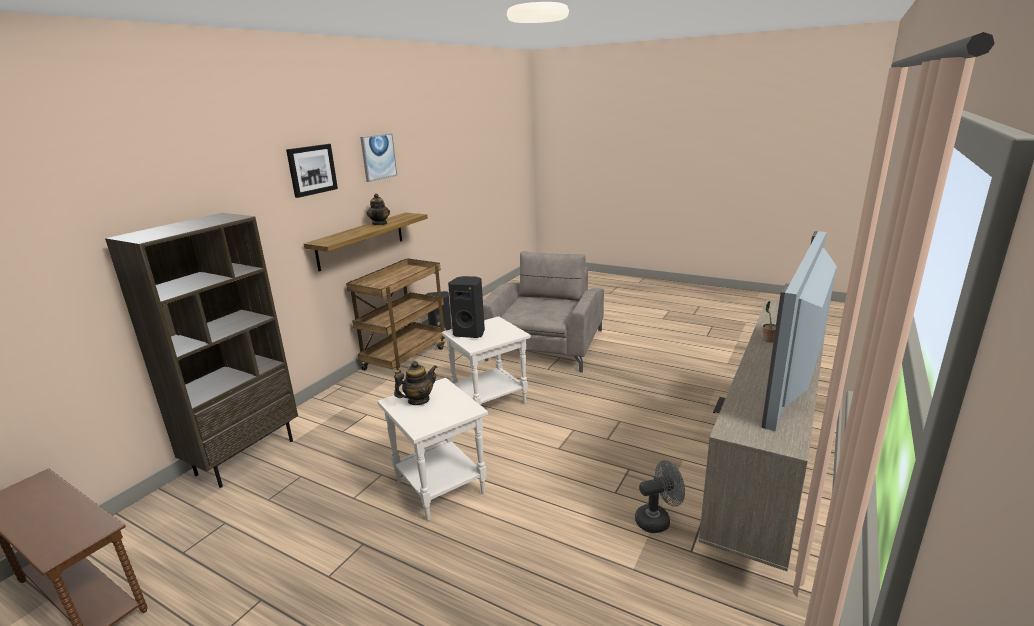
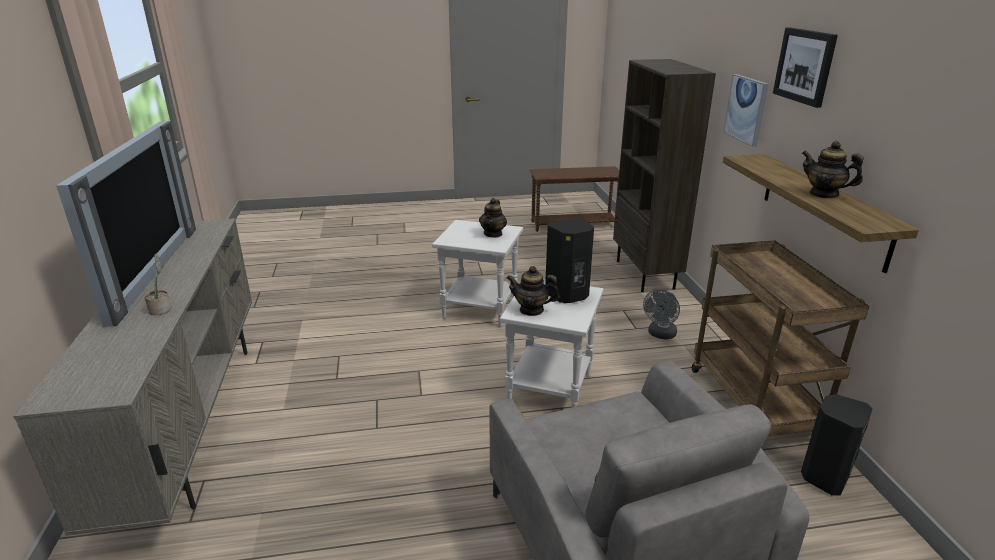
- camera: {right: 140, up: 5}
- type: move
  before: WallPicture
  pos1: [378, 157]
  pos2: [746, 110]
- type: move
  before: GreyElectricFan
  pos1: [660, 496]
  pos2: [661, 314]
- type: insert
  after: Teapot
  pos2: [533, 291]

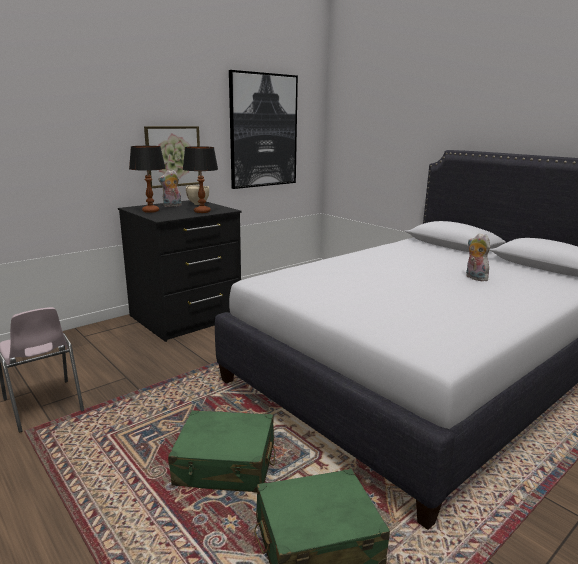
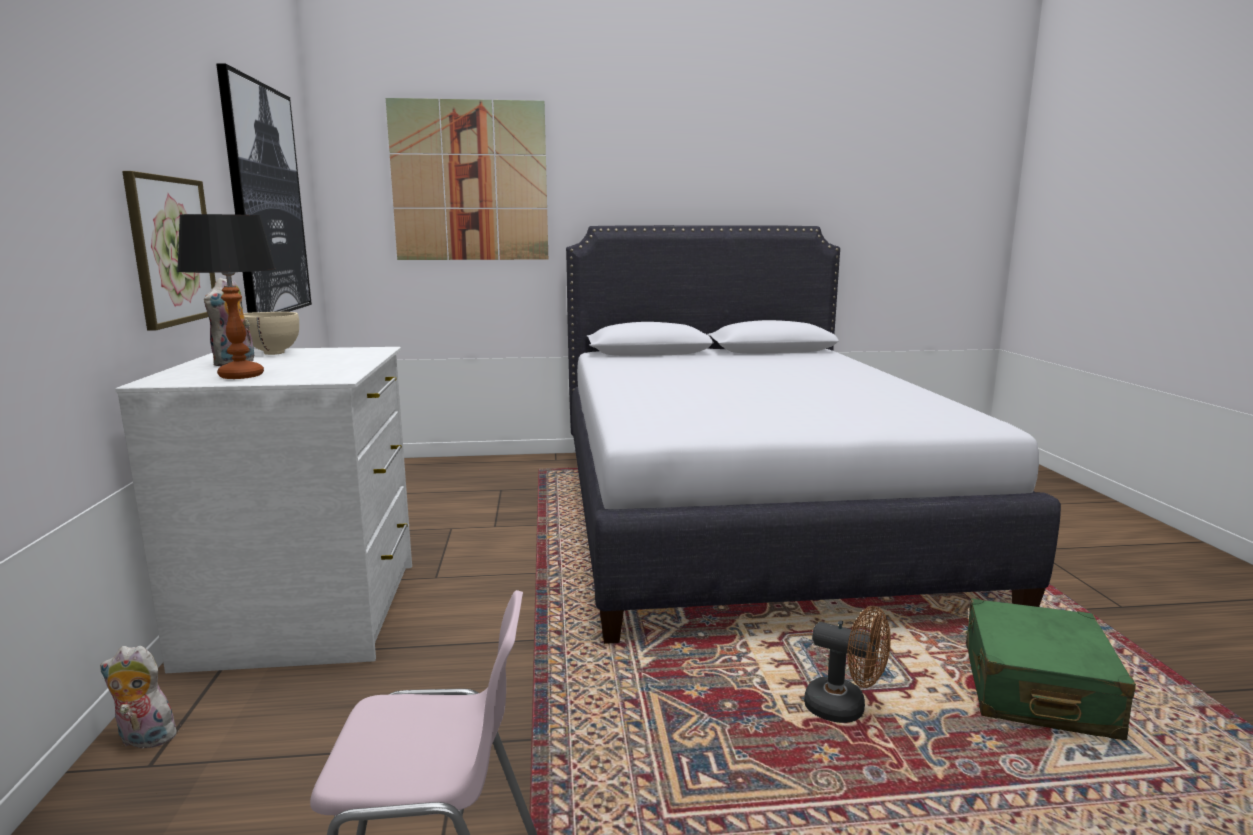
- camera: {right: -55, up: -5}
- type: delete
  before: TableLamp
  pos1: [200, 179]
- type: recolor
  before: BlackColouredChestOfDrawers
  after: WhiteChestOfDrawers
  pos1: [180, 271]
  pos2: [263, 510]
- type: move
  before: CuddlyToy
  pos1: [478, 257]
  pos2: [140, 699]
- type: replace
  before: GreenPieceOfLuggage
  after: BrownColouredElectricFan
  pos1: [221, 451]
  pos2: [847, 664]
- type: insert
  after: WallPicture
  pos2: [467, 179]

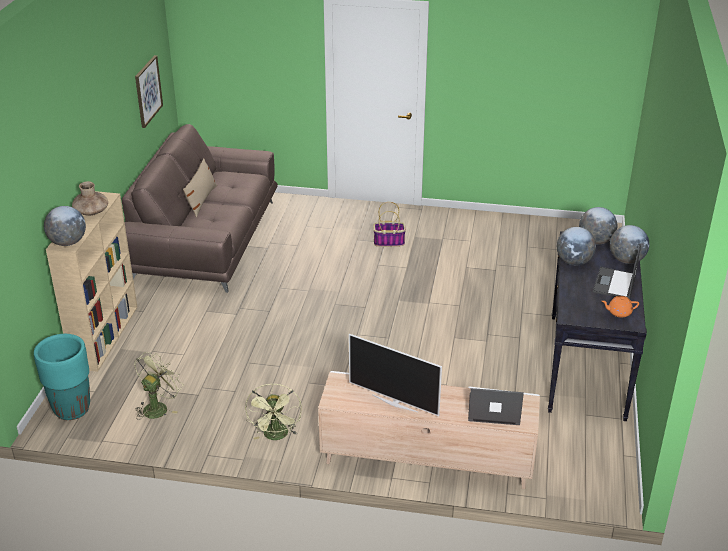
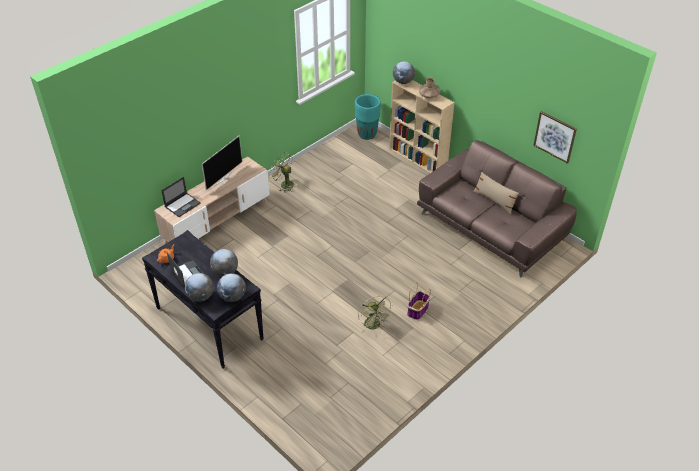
- camera: {right: 125, up: 10}
- type: rotate
  before: Tv
  pos1: [395, 375]
  pos2: [222, 163]
  turn: 150
- type: move
  before: GreenElectricFan
  pos1: [158, 386]
  pos2: [375, 314]

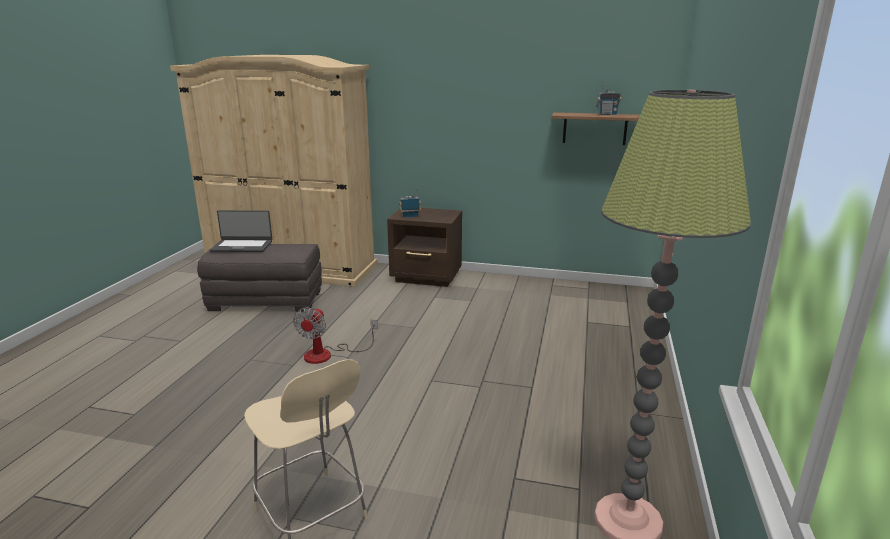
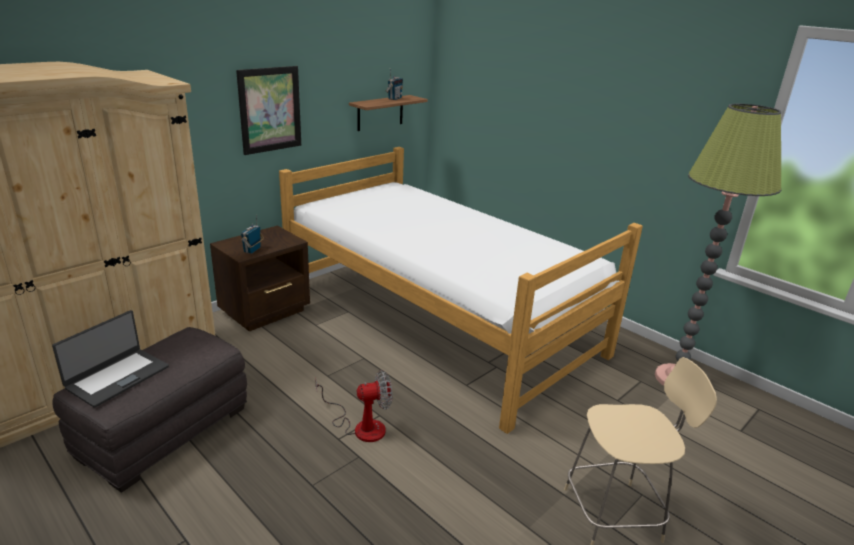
- camera: {right: -60, up: 5}
- type: rotate
  before: ElectricFan
  pos1: [335, 335]
  pos2: [354, 406]
  turn: -60
- type: insert
  after: WallPicture
  pos2: [268, 110]
- type: insert
  after: SleepingBed
  pos2: [461, 290]

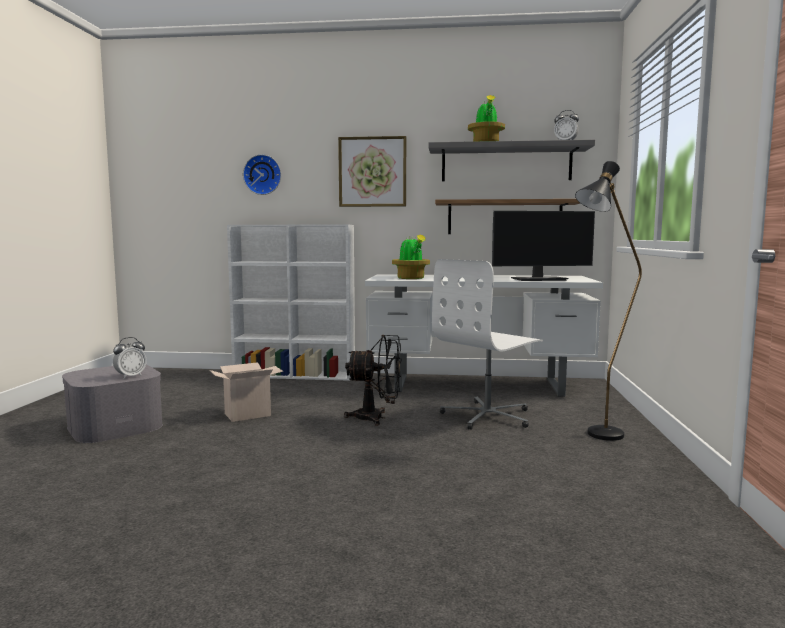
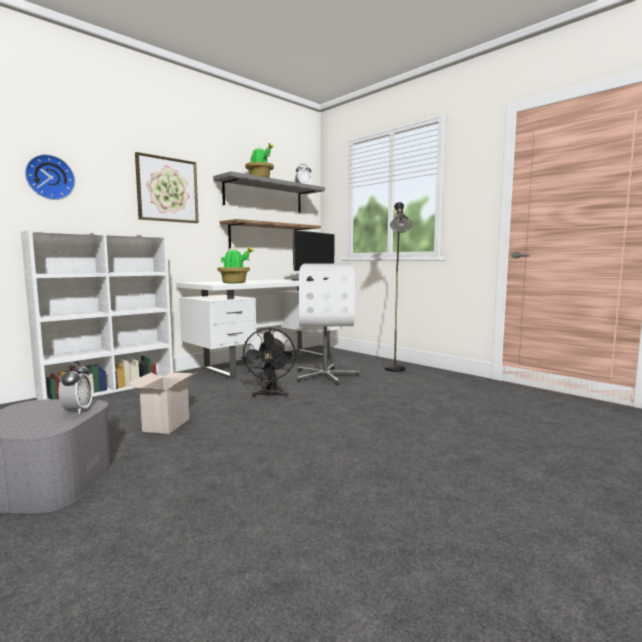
- camera: {right: -50, up: 0}
- type: rotate
  before: BlackColouredElectricFan
  pos1: [372, 380]
  pos2: [268, 363]
  turn: 135

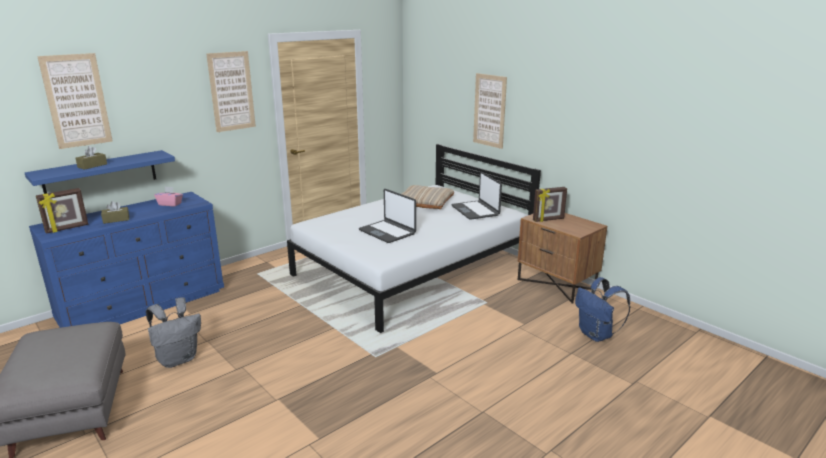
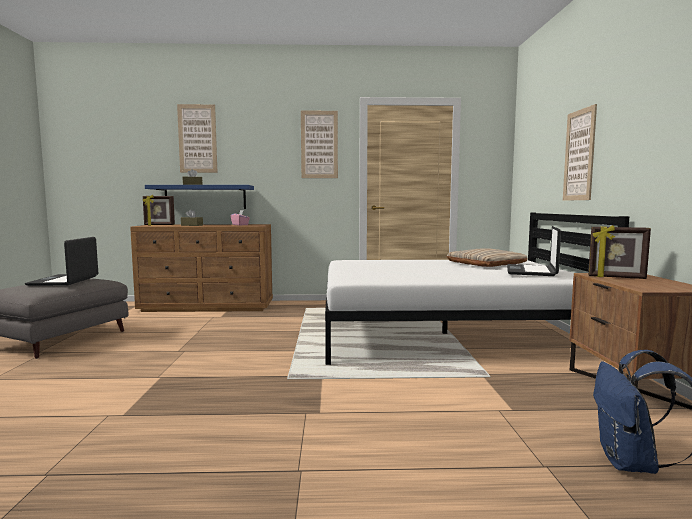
- camera: {right: 40, up: -15}
- type: move
  before: NotebookComputer
  pos1: [387, 216]
  pos2: [61, 261]
- type: recolor
  before: BlueColouredChestOfDrawers
  after: BrownColouredChestOfDrawers
  pos1: [126, 260]
  pos2: [201, 268]
- type: delete
  before: GreyKnapsack
  pos1: [173, 332]

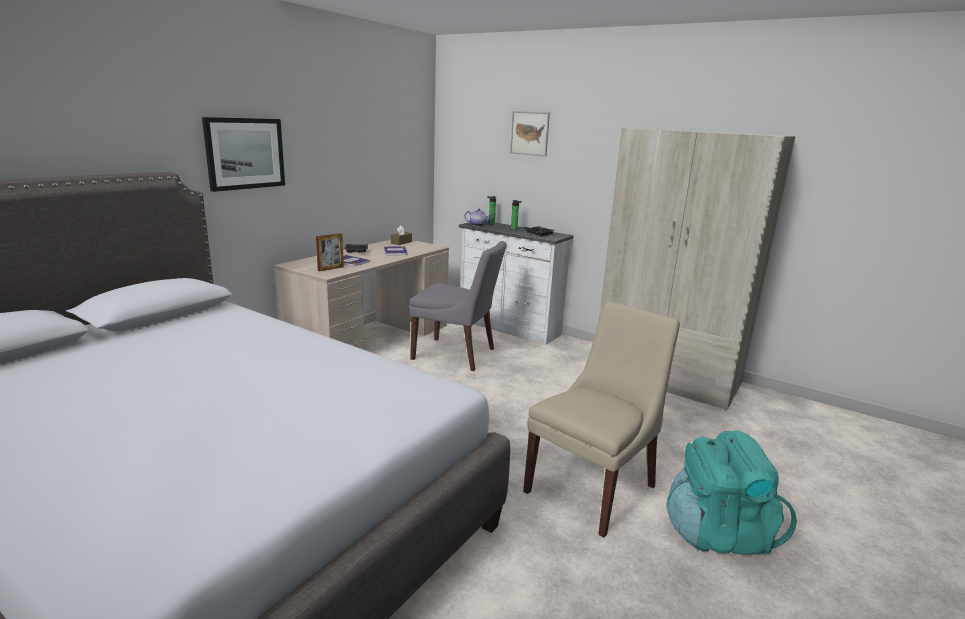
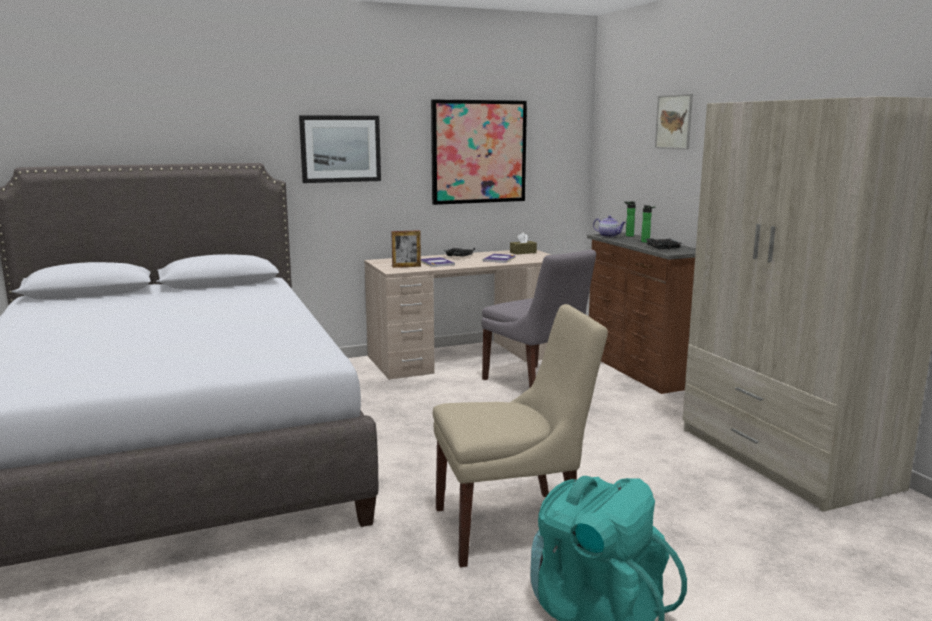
- camera: {right: 35, up: -5}
- type: recolor
  before: WhiteChestOfDrawers
  after: BrownColouredChestOfDrawers
  pos1: [516, 283]
  pos2: [641, 313]
- type: insert
  after: WallPicture
  pos2: [479, 152]

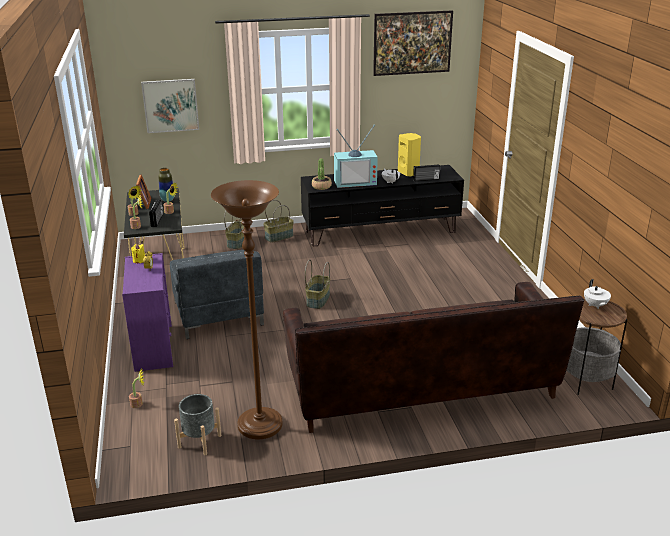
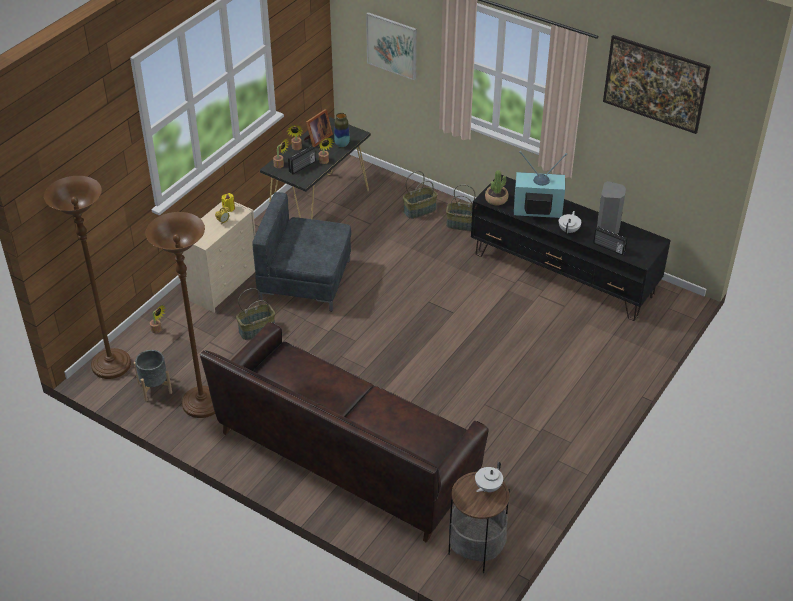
- camera: {right: 45, up: 15}
- type: rotate
  before: Tv
  pos1: [356, 156]
  pos2: [540, 184]
  turn: 150
- type: recolor
  before: YellowishLoudspeaker
  after: GreyLoudspeaker
  pos1: [409, 155]
  pos2: [611, 207]
- type: rotate
  before: GreyLoungeChair
  pos1: [217, 294]
  pos2: [301, 251]
  turn: 75
- type: recolor
  before: PurpleColouredChestOfDrawers
  after: BeigeColouredChestOfDrawers
  pos1: [147, 312]
  pos2: [219, 257]
- type: move
  before: Basket
  pos1: [317, 284]
  pos2: [255, 314]
- type: insert
  after: BrownColouredStandardLamp
  pos2: [87, 277]

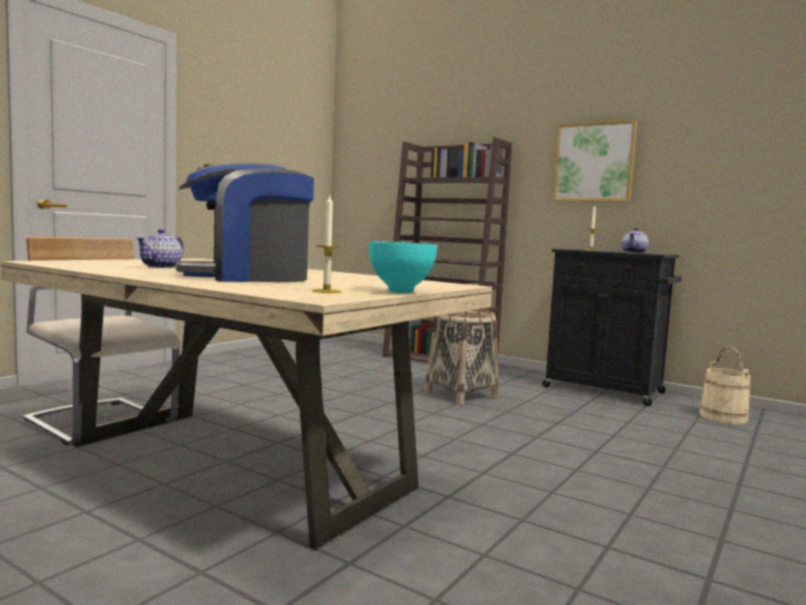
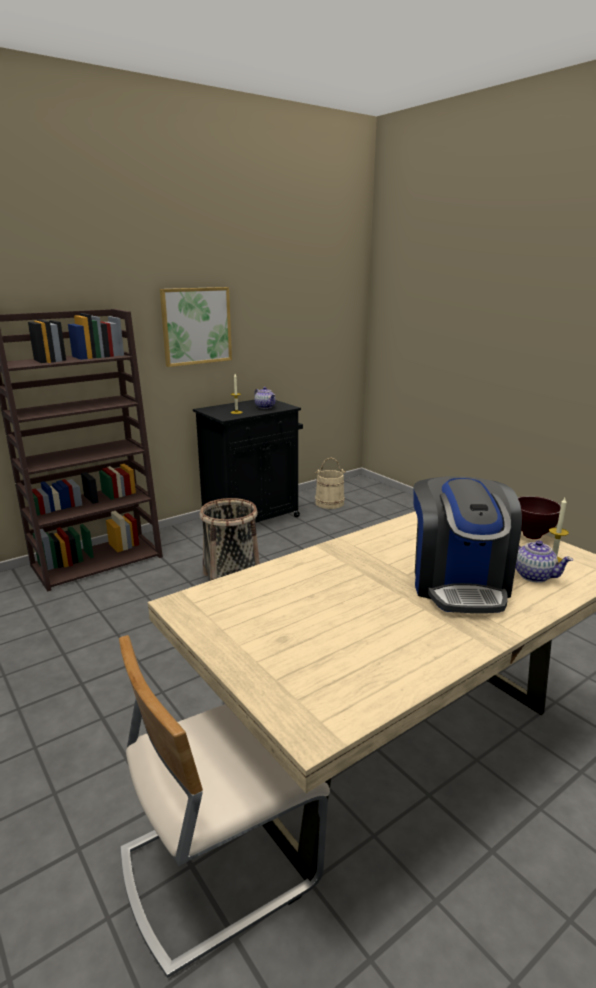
- camera: {right: -70, up: 15}
- type: move
  before: Teapot
  pos1: [160, 248]
  pos2: [544, 561]
- type: recolor
  before: TurquoiseColouredDeepDish
  after: BrownColouredDeepDish
  pos1: [403, 267]
  pos2: [539, 517]

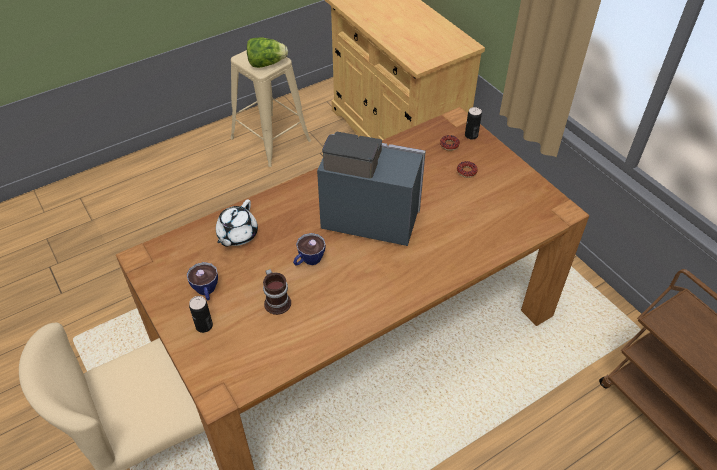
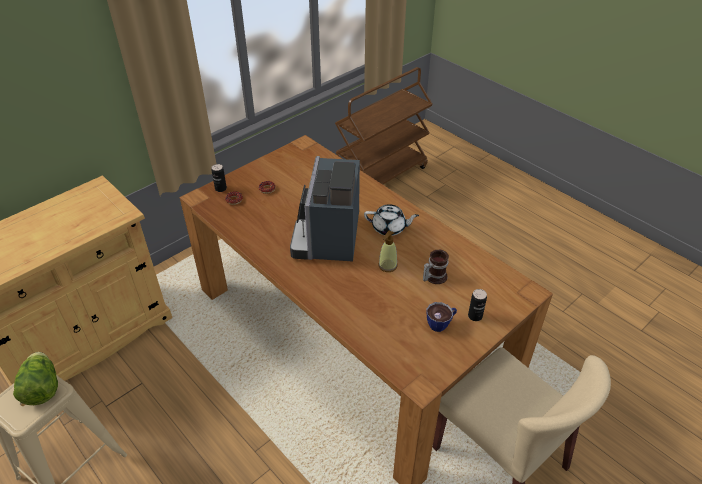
- camera: {right: -100, up: -5}
- type: move
  before: WhiteTeapot
  pos1: [237, 223]
  pos2: [391, 220]
- type: replace
  before: SmallCup
  after: LiquidSoapBottle
  pos1: [309, 249]
  pos2: [388, 251]

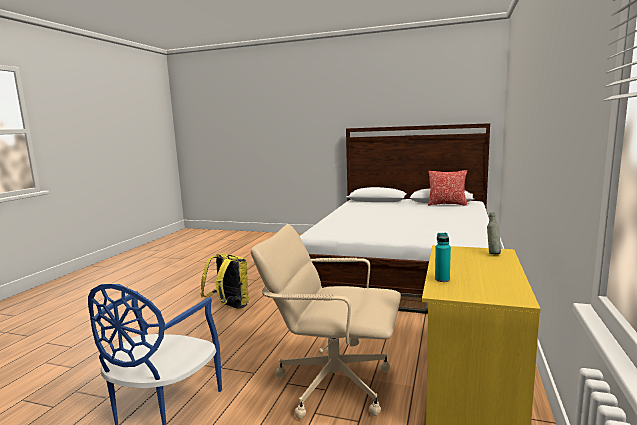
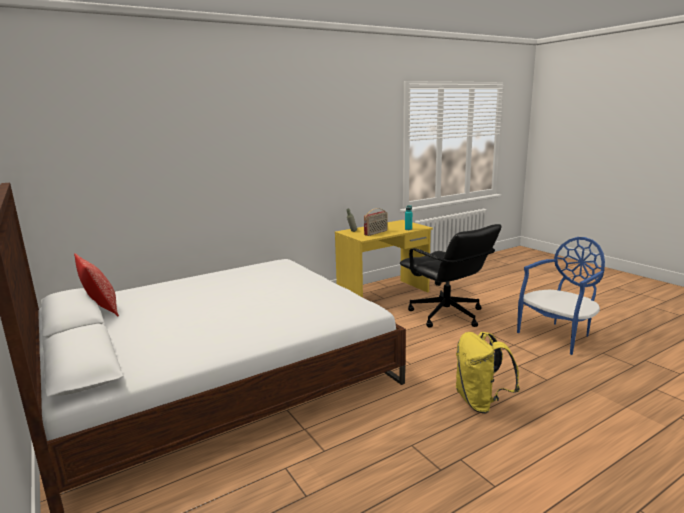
- camera: {right: -140, up: 5}
- type: recolor
  before: BeigeColouredDeskChair
  after: BlackColouredDeskChair
  pos1: [326, 321]
  pos2: [450, 275]
- type: insert
  after: RadioReceiver
  pos2: [375, 222]

